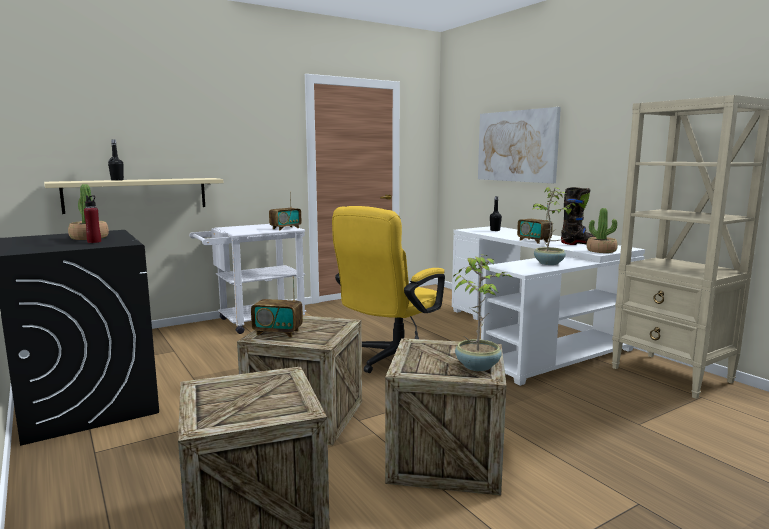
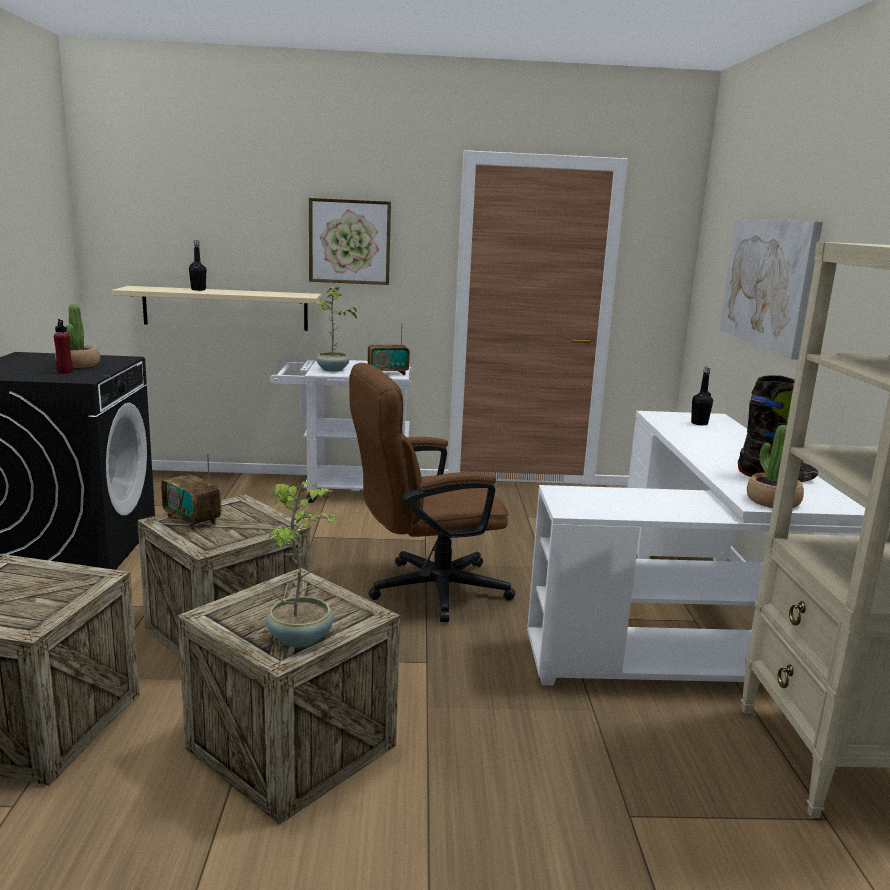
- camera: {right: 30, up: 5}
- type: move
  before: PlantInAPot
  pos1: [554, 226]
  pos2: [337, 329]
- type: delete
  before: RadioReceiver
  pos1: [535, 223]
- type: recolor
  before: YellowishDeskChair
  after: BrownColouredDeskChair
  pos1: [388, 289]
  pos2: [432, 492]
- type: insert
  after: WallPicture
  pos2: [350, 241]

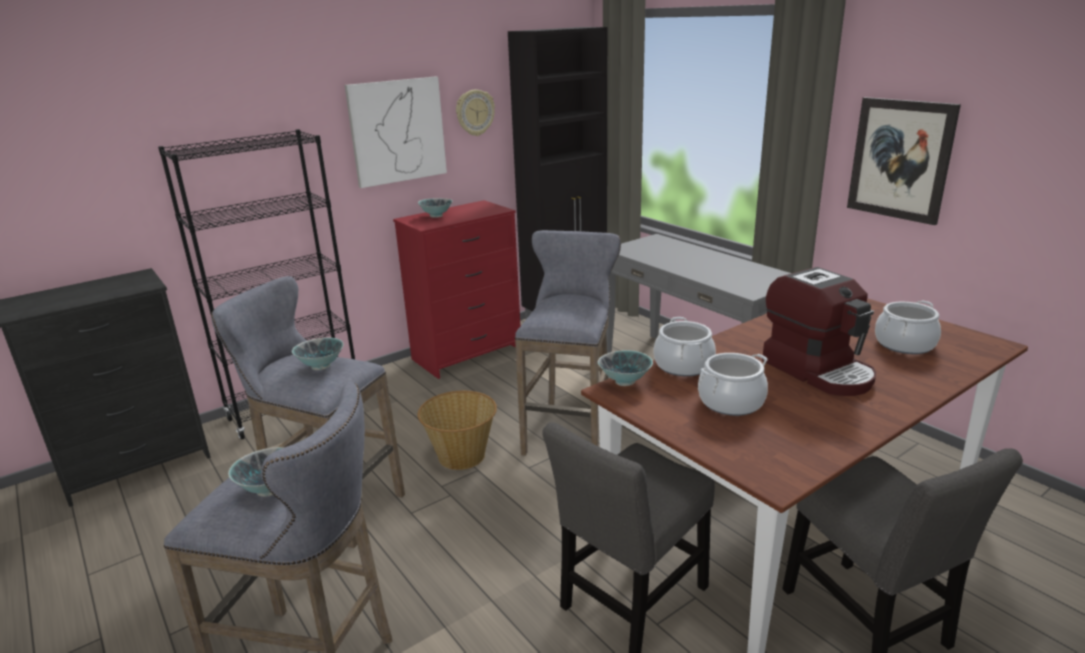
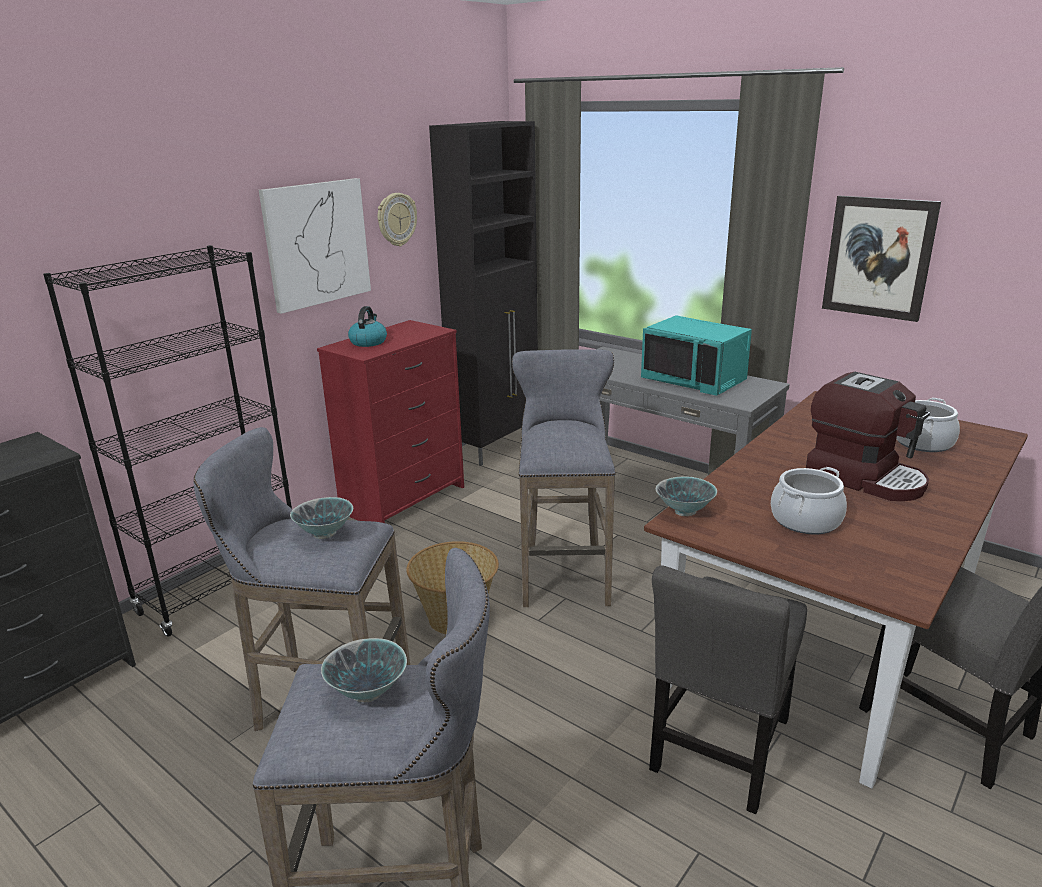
- camera: {right: -15, up: 0}
- type: replace
  before: DeepDish
  after: WaterKettle
  pos1: [435, 207]
  pos2: [367, 326]
- type: delete
  before: Stockpot
  pos1: [685, 346]
- type: insert
  after: TurquoiseColouredKitchenMicrowave
  pos2: [696, 355]

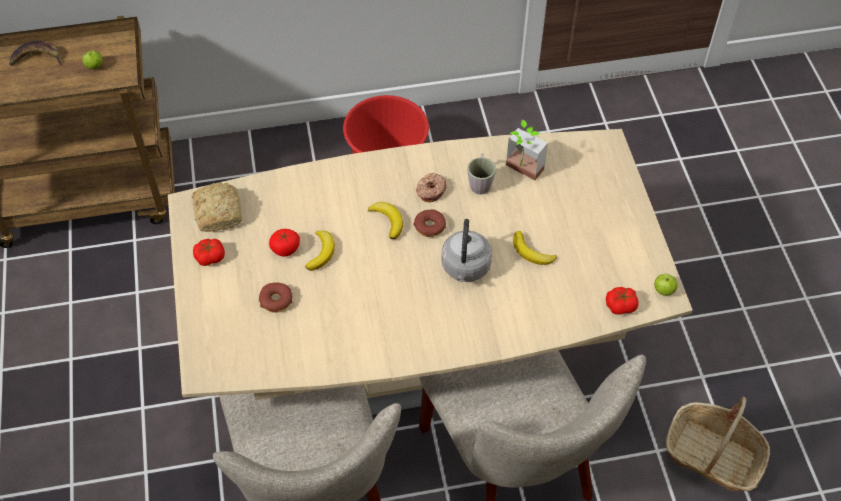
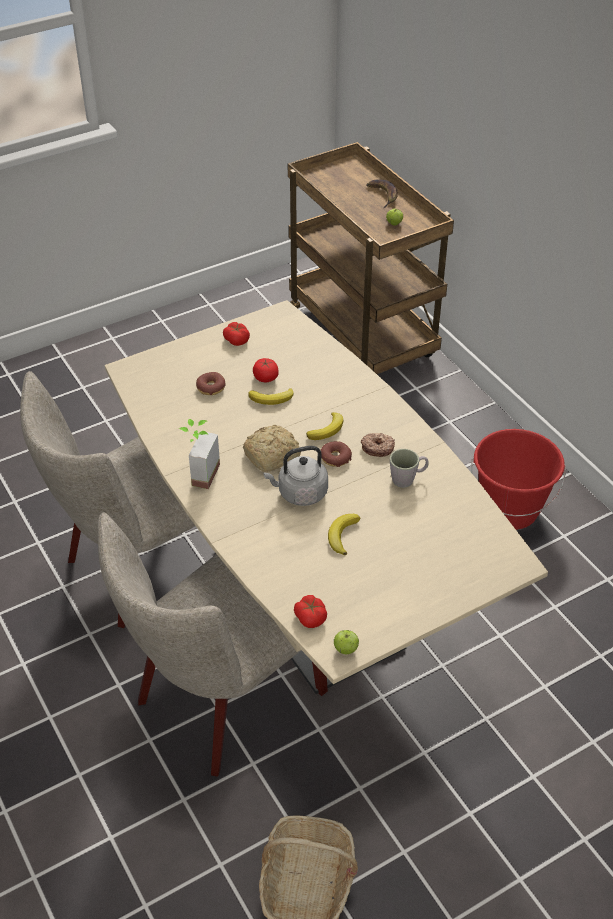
- camera: {right: 70, up: -10}
- type: move
  before: PlantInAPot
  pos1: [527, 150]
  pos2: [199, 454]
- type: move
  before: BakedBread
  pos1: [217, 207]
  pos2: [272, 448]

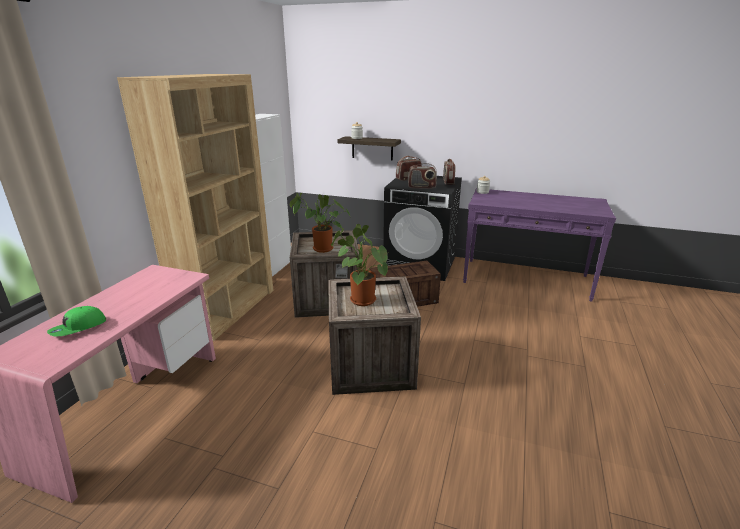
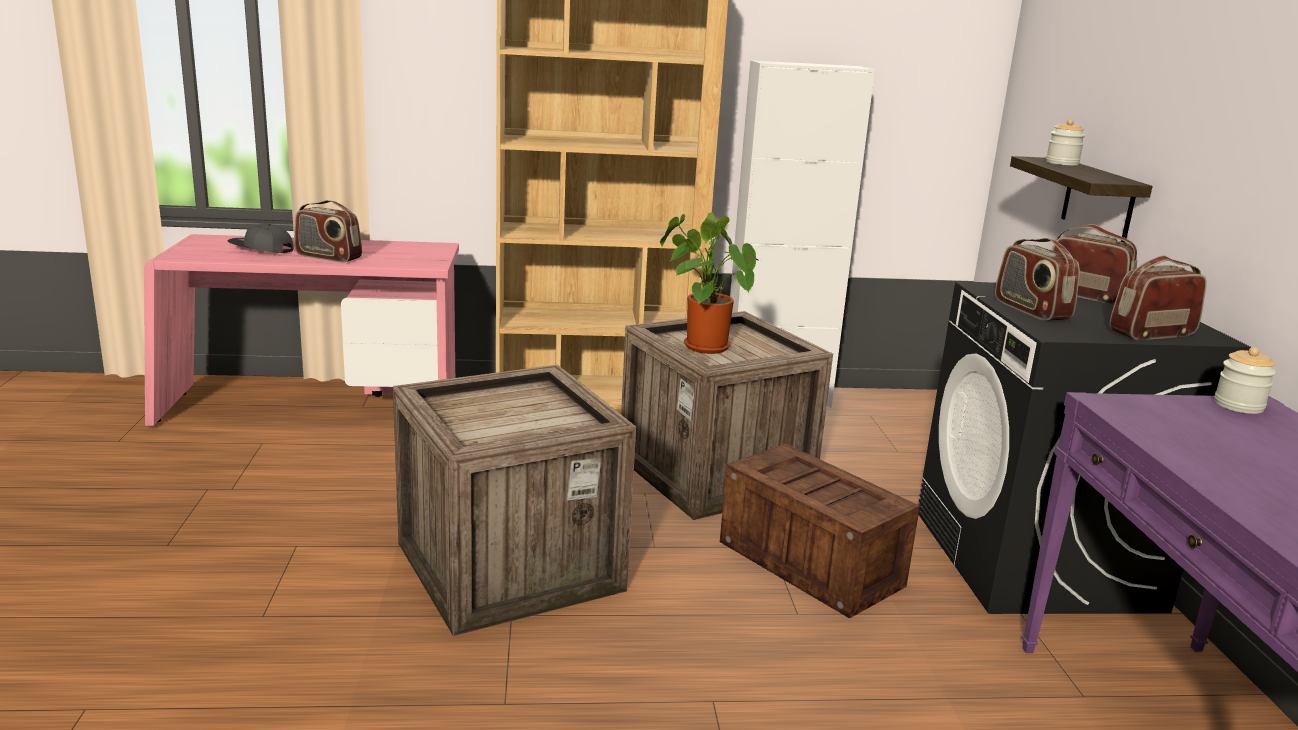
- camera: {right: 65, up: -5}
- type: delete
  before: PlantInAPot
  pos1: [359, 265]
- type: recolor
  before: GreenCap
  after: GreyCap
  pos1: [76, 321]
  pos2: [261, 238]
- type: insert
  after: RadioReceiver
  pos2: [328, 231]

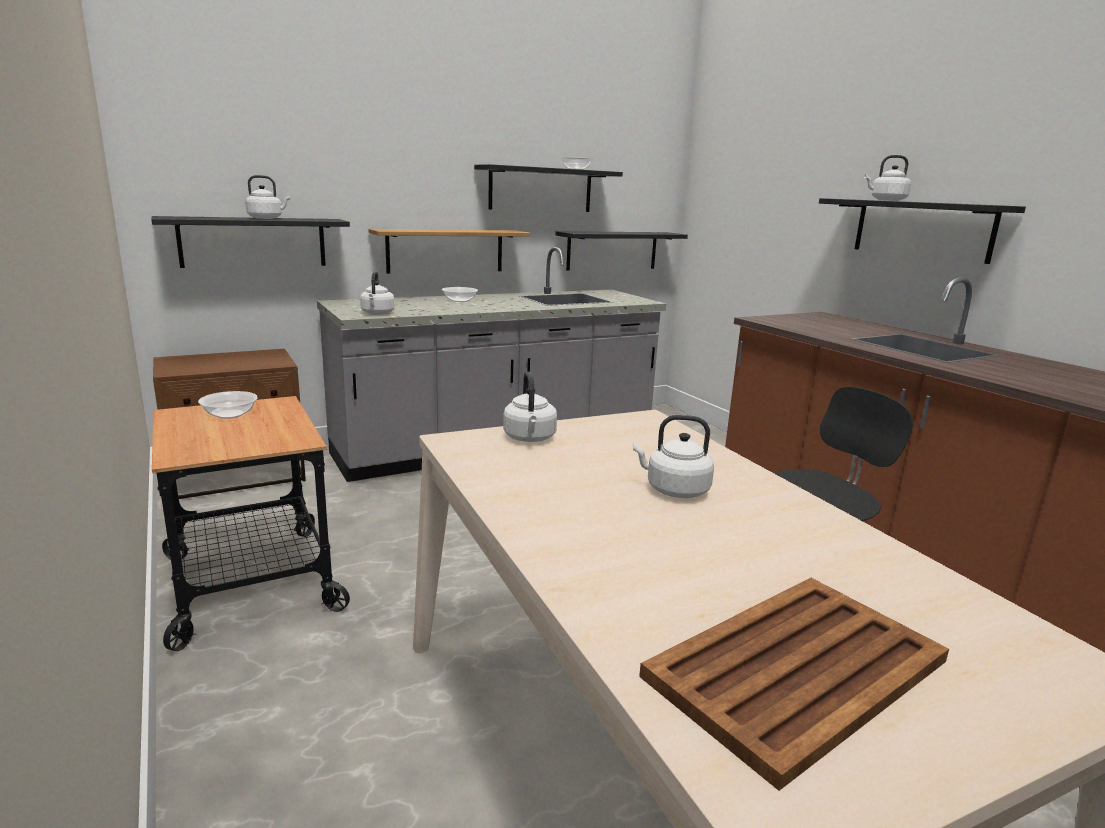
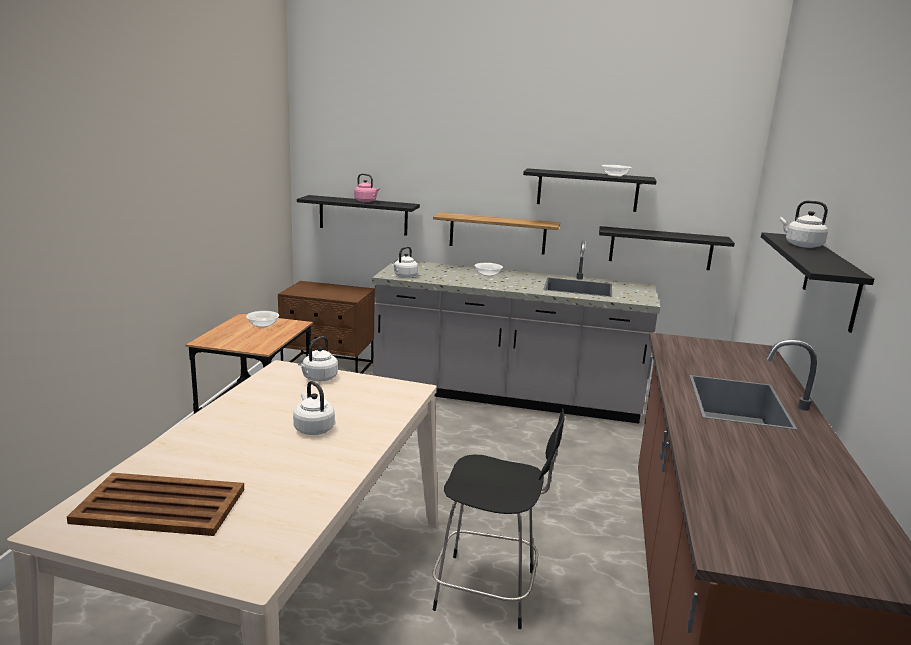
- camera: {right: 40, up: 0}
- type: recolor
  before: WhiteWaterKettle
  after: PinkColouredWaterKettle
  pos1: [267, 197]
  pos2: [367, 187]

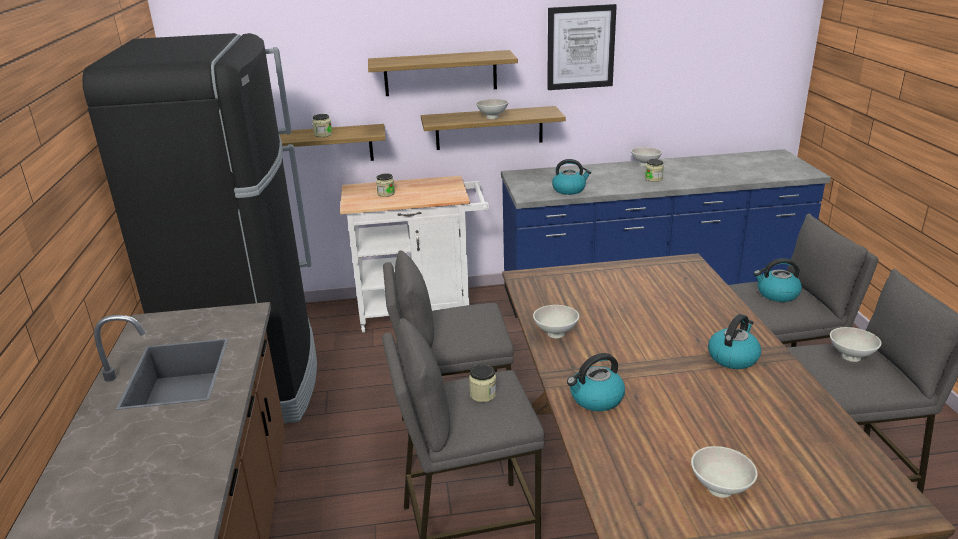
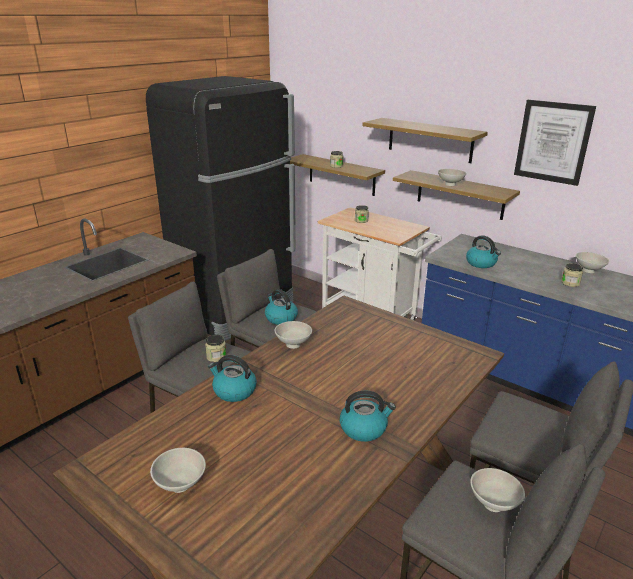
- camera: {right: 45, up: 0}
- type: move
  before: WaterKettle
  pos1: [778, 280]
  pos2: [281, 307]

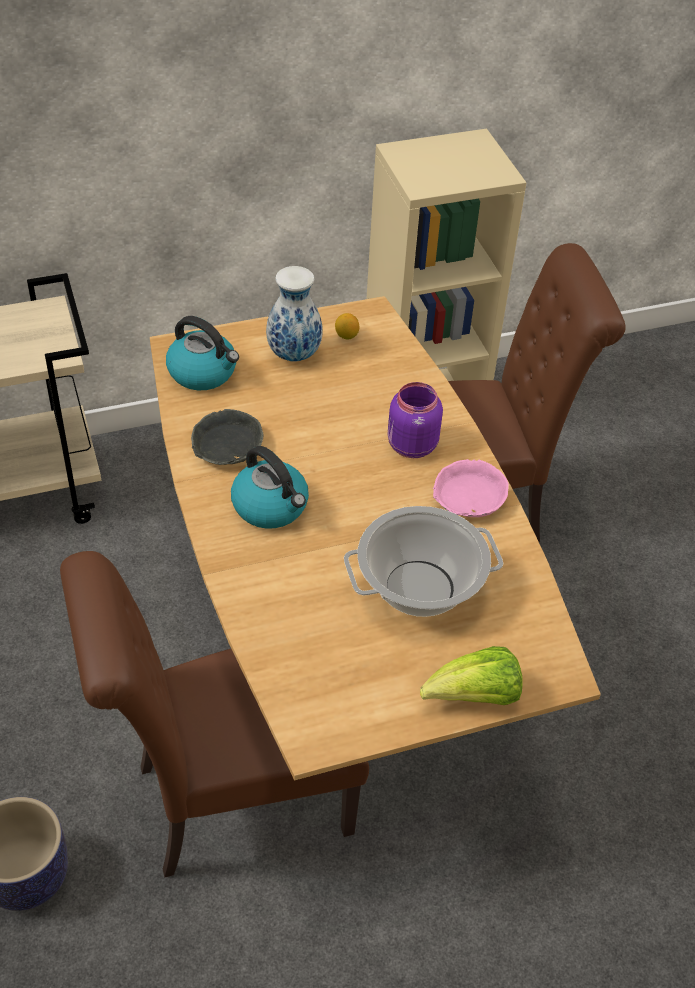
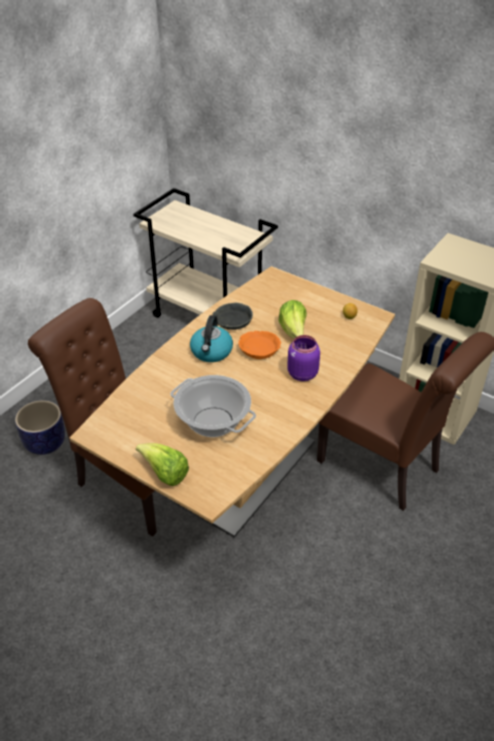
- camera: {right: 55, up: -5}
- type: delete
  before: DecorativeVase
  pos1: [294, 314]
- type: delete
  before: WaterKettle
  pos1: [202, 353]
- type: delete
  before: PinkColouredDeepDish
  pos1: [471, 488]
- type: insert
  after: LettuceHead
  pos2: [293, 319]
- type: insert
  after: OrangeDeepDish
  pos2: [259, 345]

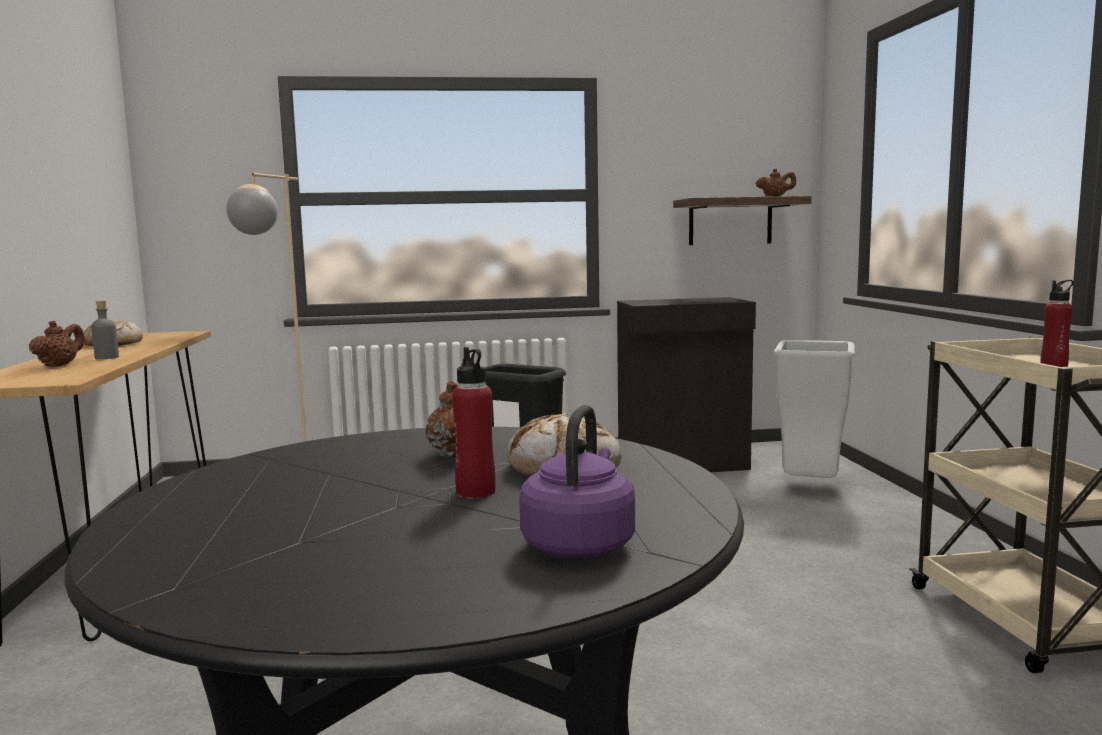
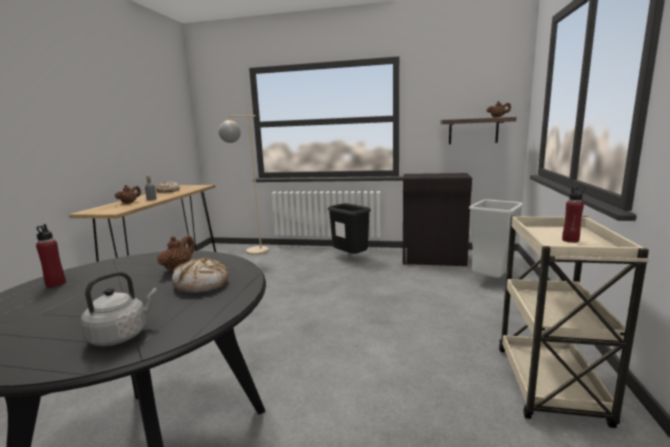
- camera: {right: 20, up: 5}
- type: move
  before: RedColouredDrinkBottle
  pos1: [474, 423]
  pos2: [51, 256]
- type: recolor
  before: PurpleColouredWaterKettle
  after: GreyWaterKettle
  pos1: [577, 481]
  pos2: [119, 309]

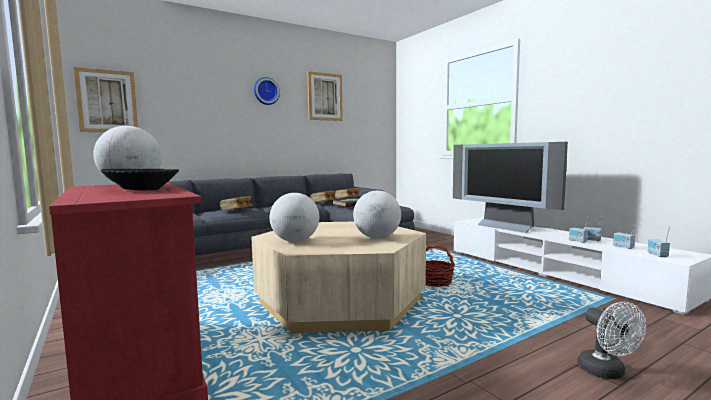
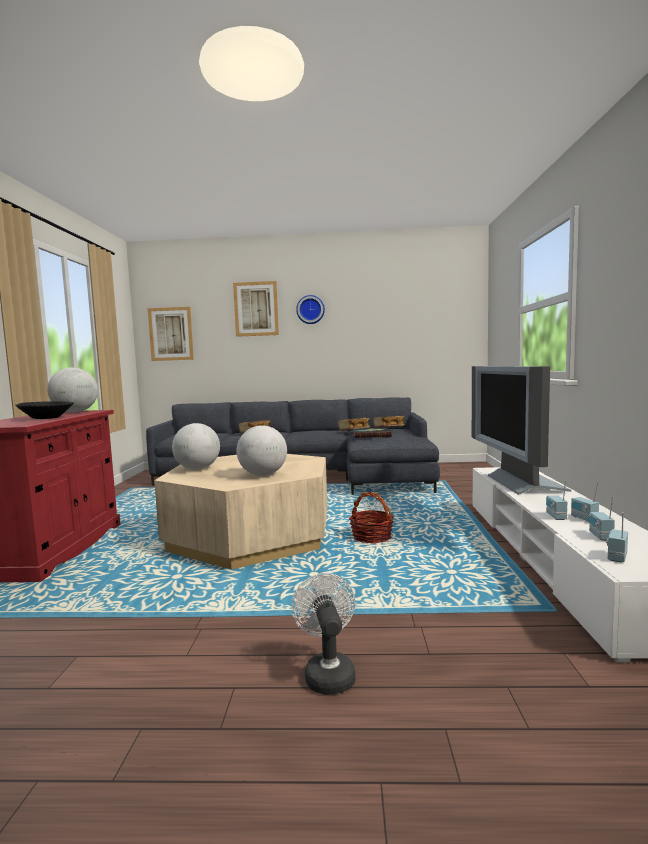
- camera: {right: 35, up: 0}
- type: move
  before: WallPicture
  pos1: [325, 96]
  pos2: [256, 309]
- type: rotate
  before: WhiteElectricFan
  pos1: [611, 340]
  pos2: [324, 634]
  turn: 150

